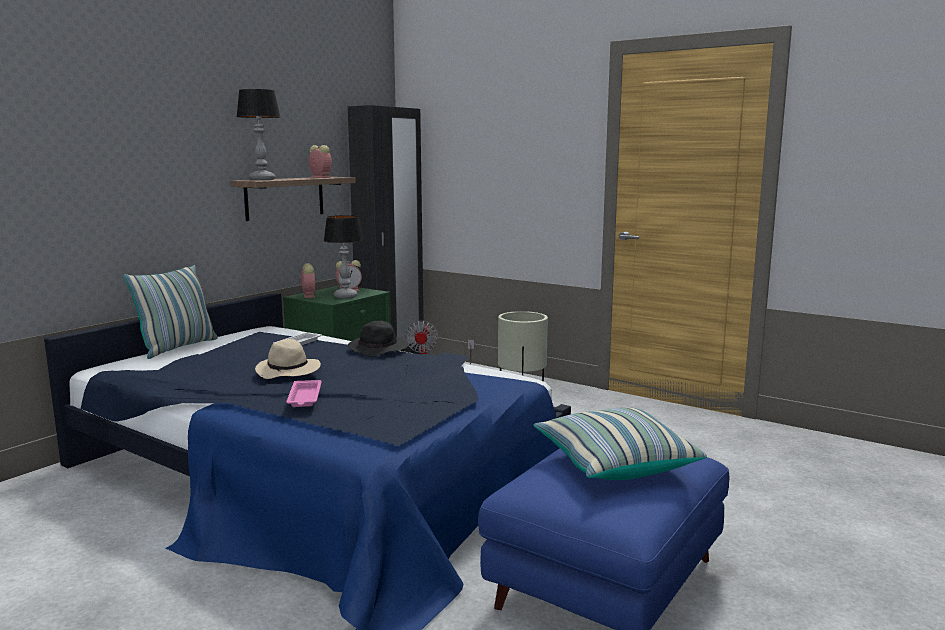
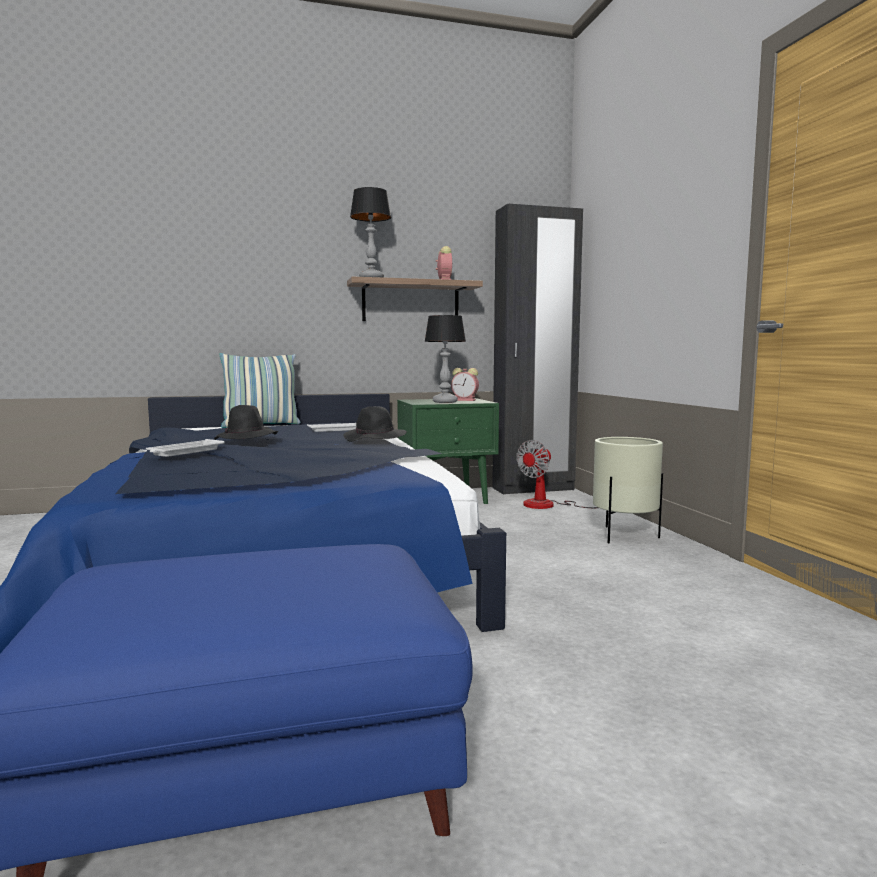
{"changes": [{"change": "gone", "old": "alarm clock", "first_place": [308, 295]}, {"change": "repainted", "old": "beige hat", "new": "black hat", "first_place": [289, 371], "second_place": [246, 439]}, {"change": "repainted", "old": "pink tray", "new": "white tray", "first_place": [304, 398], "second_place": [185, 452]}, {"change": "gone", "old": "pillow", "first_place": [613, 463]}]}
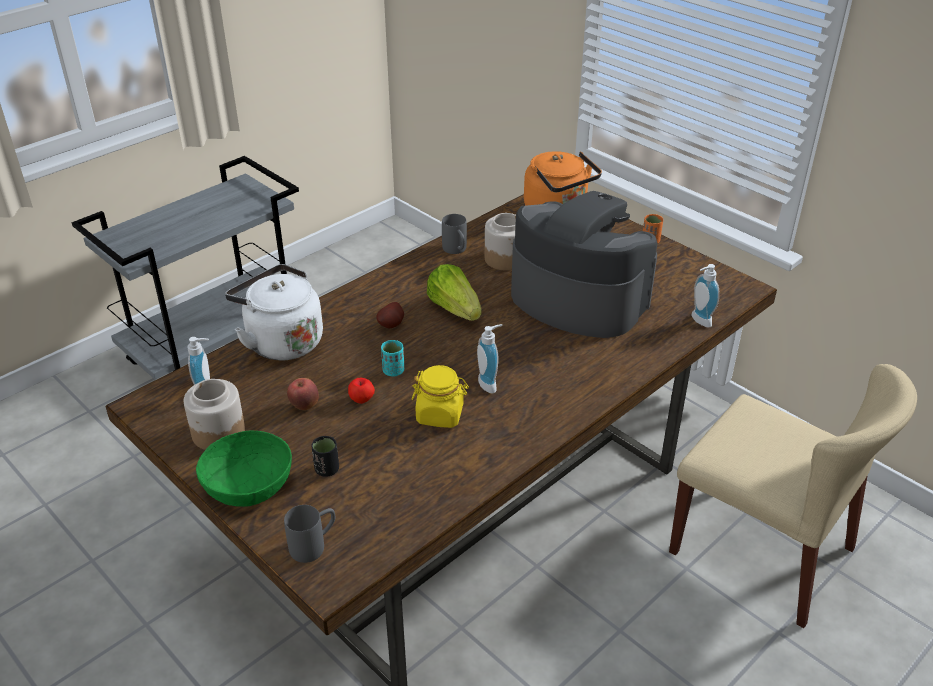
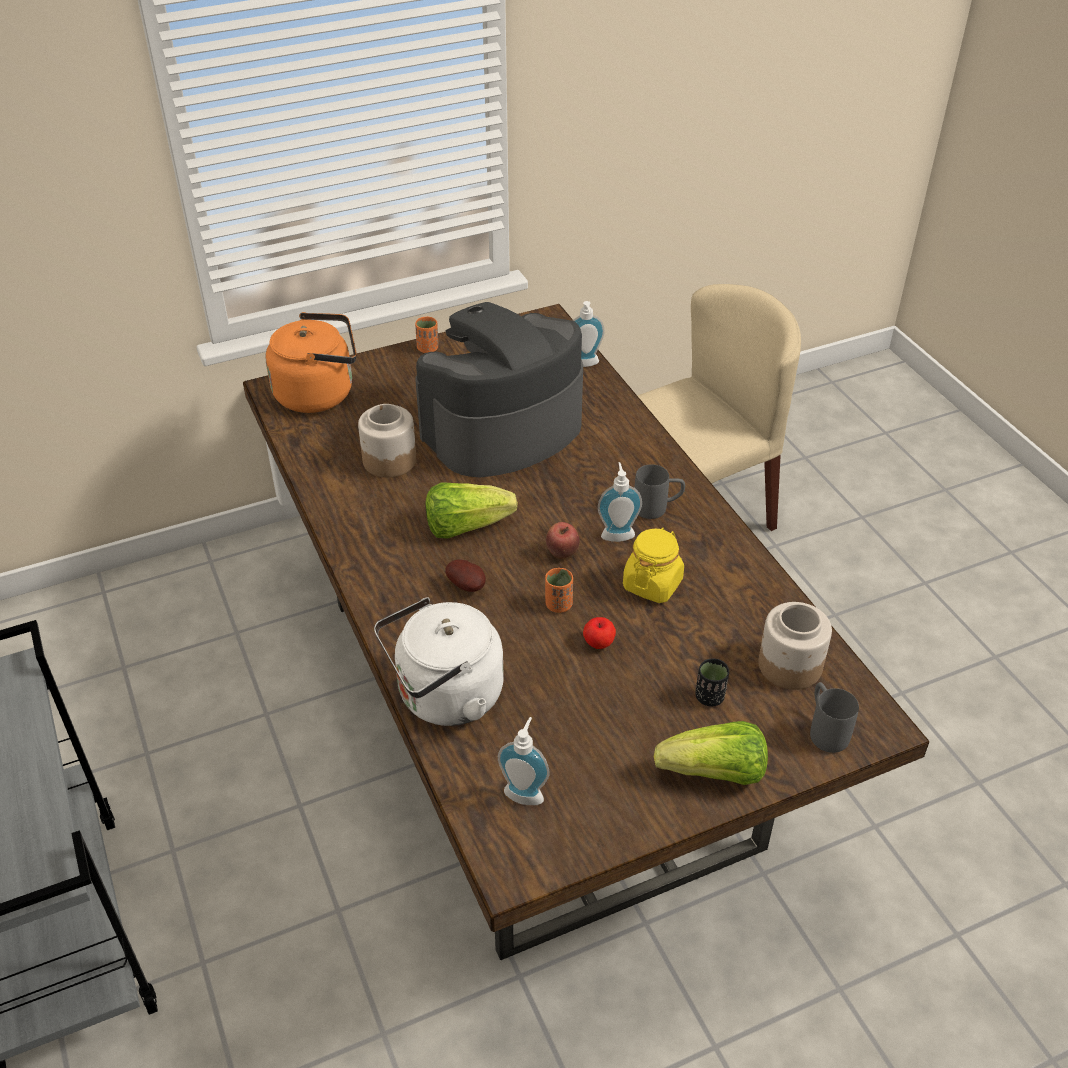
{"changes": [{"change": "shifted", "old": "grey mug", "first_place": [456, 250], "second_place": [657, 508]}, {"change": "repainted", "old": "turquoise cup", "new": "orange cup", "first_place": [393, 371], "second_place": [558, 605]}, {"change": "shifted", "old": "apple", "first_place": [304, 406], "second_place": [562, 553]}, {"change": "shifted", "old": "jar", "first_place": [218, 432], "second_place": [789, 666]}, {"change": "swapped", "old": "green bowl", "new": "lettuce", "first_place": [248, 486], "second_place": [715, 774]}]}
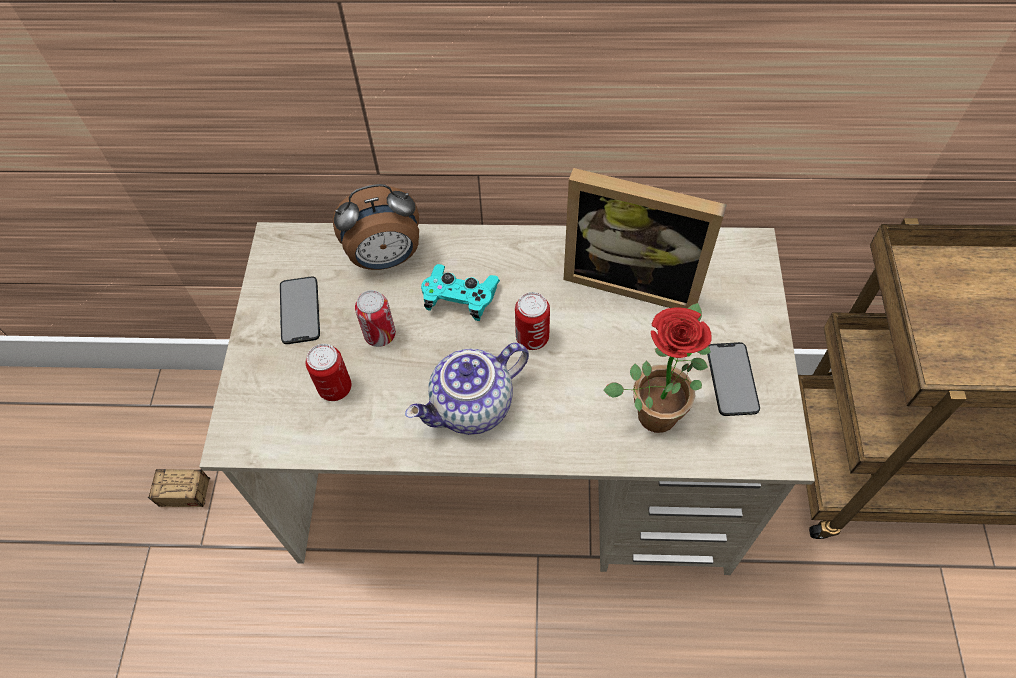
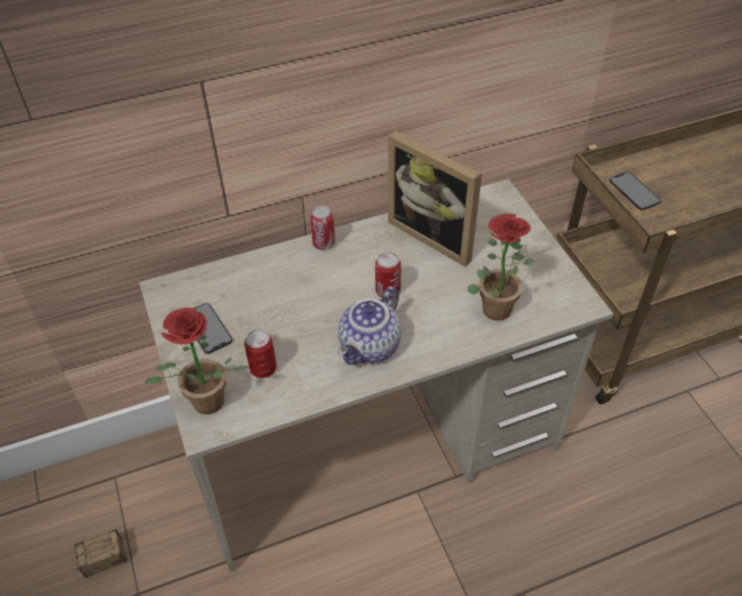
{"changes": [{"change": "rotated", "old": "picture frame", "first_place": [633, 278], "second_place": [435, 235], "degrees": 45}, {"change": "gone", "old": "alarm clock", "first_place": [386, 258]}, {"change": "gone", "old": "turquoise game controller", "first_place": [460, 299]}, {"change": "shifted", "old": "can", "first_place": [380, 335], "second_place": [324, 243]}, {"change": "shifted", "old": "phone", "first_place": [732, 379], "second_place": [634, 191]}, {"change": "new", "new": "potted plant", "second_place": [204, 407]}]}
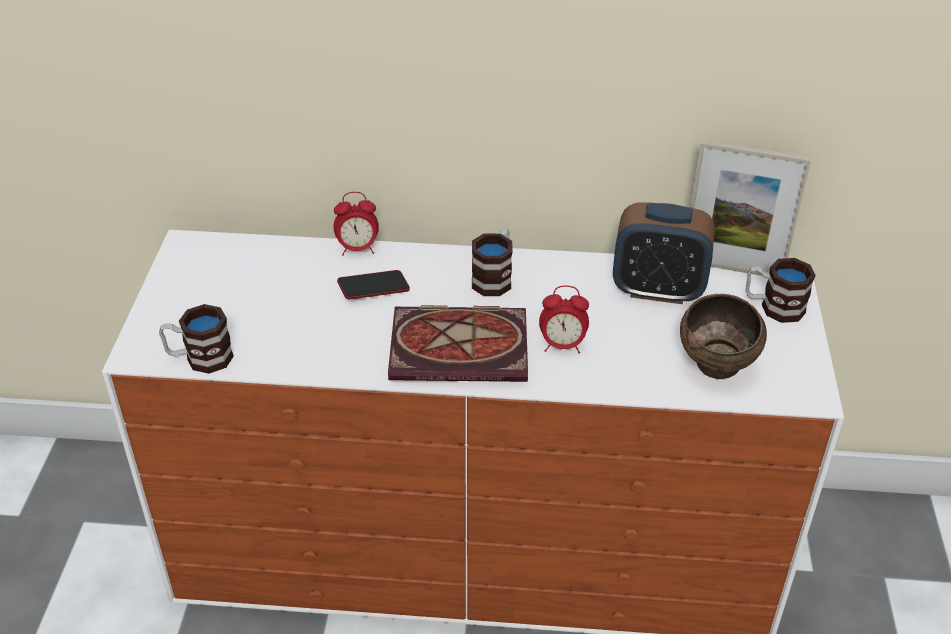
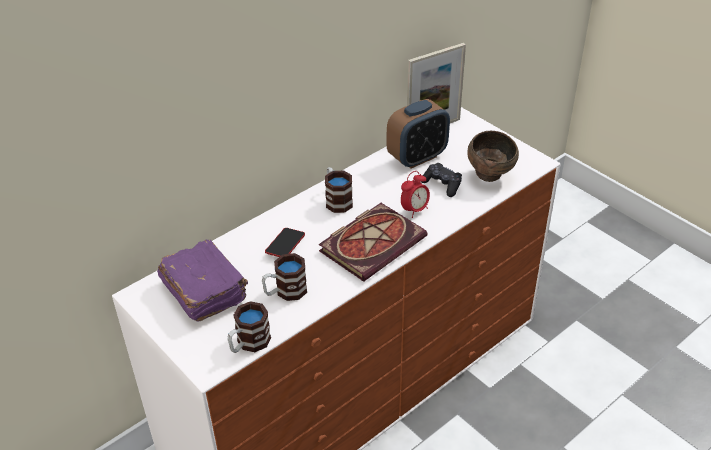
{"changes": [{"change": "gone", "old": "alarm clock", "first_place": [357, 249]}, {"change": "shifted", "old": "mug", "first_place": [773, 307], "second_place": [285, 292]}, {"change": "new", "new": "black game controller", "second_place": [442, 184]}, {"change": "new", "new": "purple book", "second_place": [204, 291]}]}
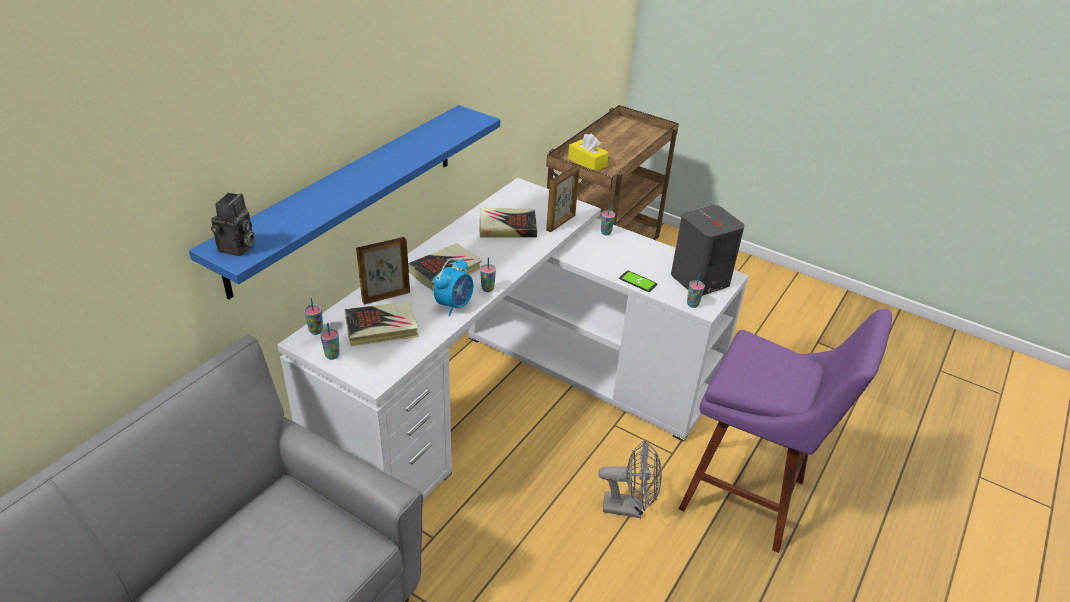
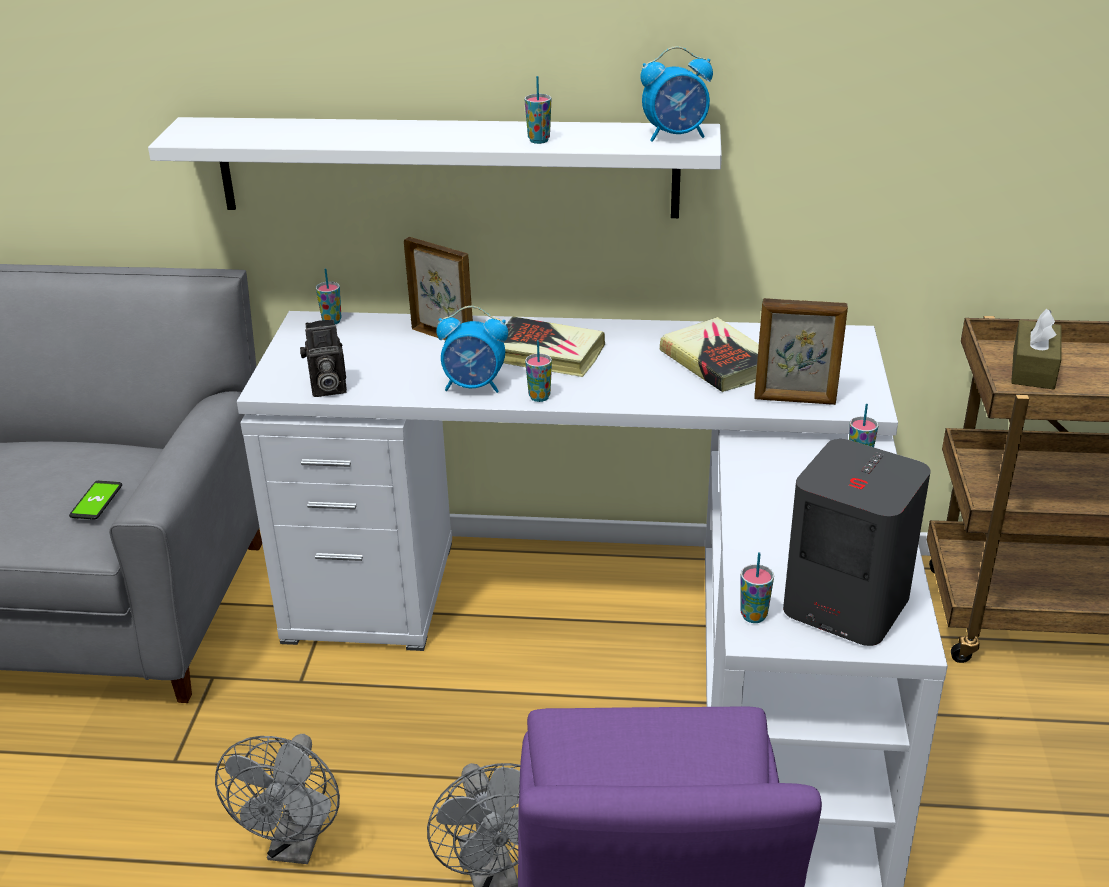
{"changes": [{"change": "repainted", "old": "blue shelf", "new": "white shelf", "first_place": [347, 195], "second_place": [447, 167]}, {"change": "repainted", "old": "yellow tissue box", "new": "brown tissue box", "first_place": [587, 162], "second_place": [1033, 368]}, {"change": "shifted", "old": "photo camera", "first_place": [237, 248], "second_place": [326, 389]}, {"change": "shifted", "old": "phone", "first_place": [638, 282], "second_place": [96, 501]}, {"change": "gone", "old": "book", "first_place": [382, 328]}, {"change": "shifted", "old": "cup", "first_place": [332, 355], "second_place": [539, 140]}, {"change": "new", "new": "alarm clock", "second_place": [676, 136]}, {"change": "new", "new": "grey fan", "second_place": [296, 845]}]}
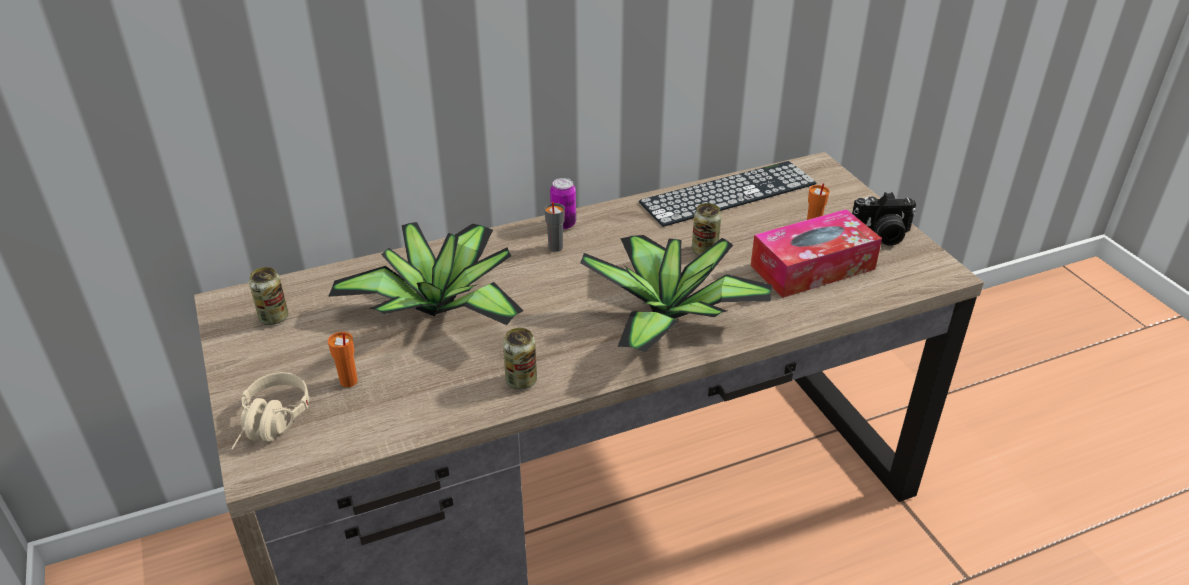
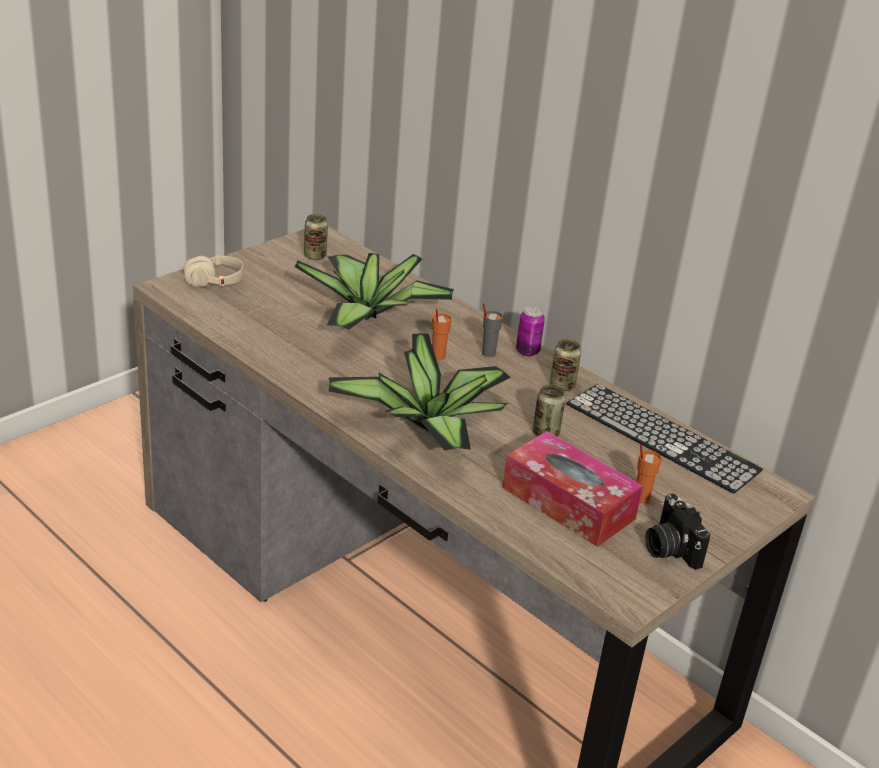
{"changes": [{"change": "shifted", "old": "can", "first_place": [521, 381], "second_place": [562, 386]}, {"change": "shifted", "old": "orange cup", "first_place": [348, 382], "second_place": [437, 356]}]}
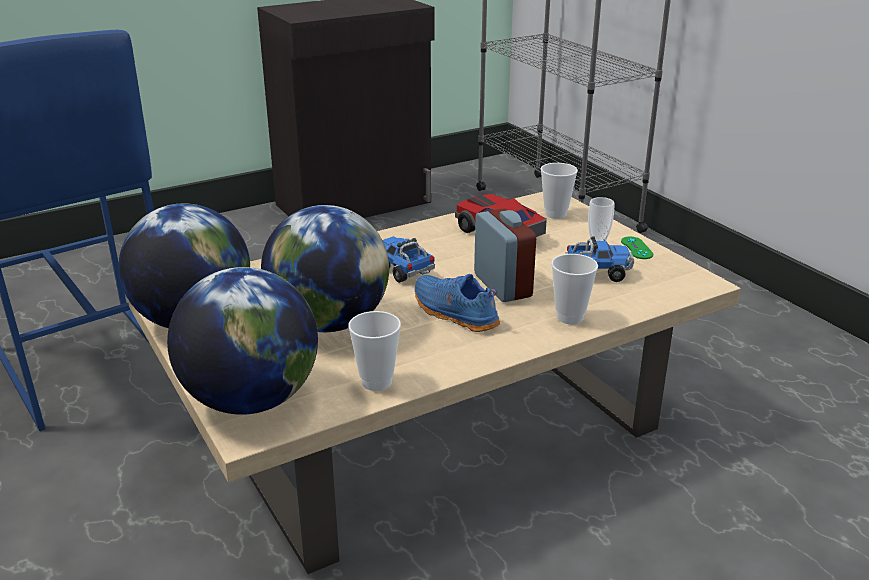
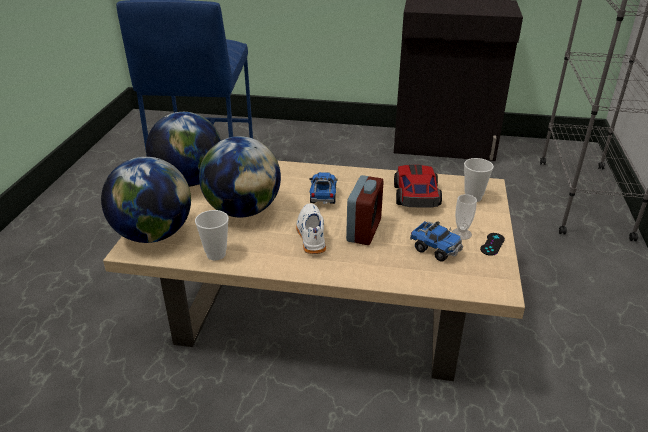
{"changes": [{"change": "repainted", "old": "green game controller", "new": "black game controller", "first_place": [636, 248], "second_place": [492, 244]}, {"change": "gone", "old": "cup", "first_place": [570, 317]}, {"change": "repainted", "old": "blue shoe", "new": "white shoe", "first_place": [454, 314], "second_place": [310, 235]}]}
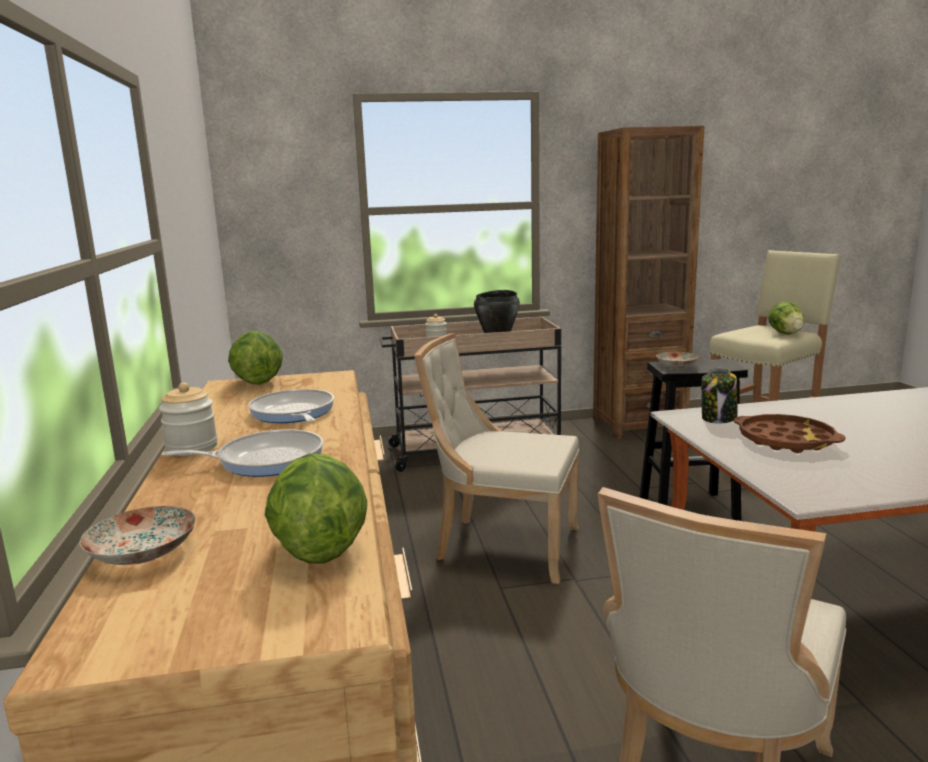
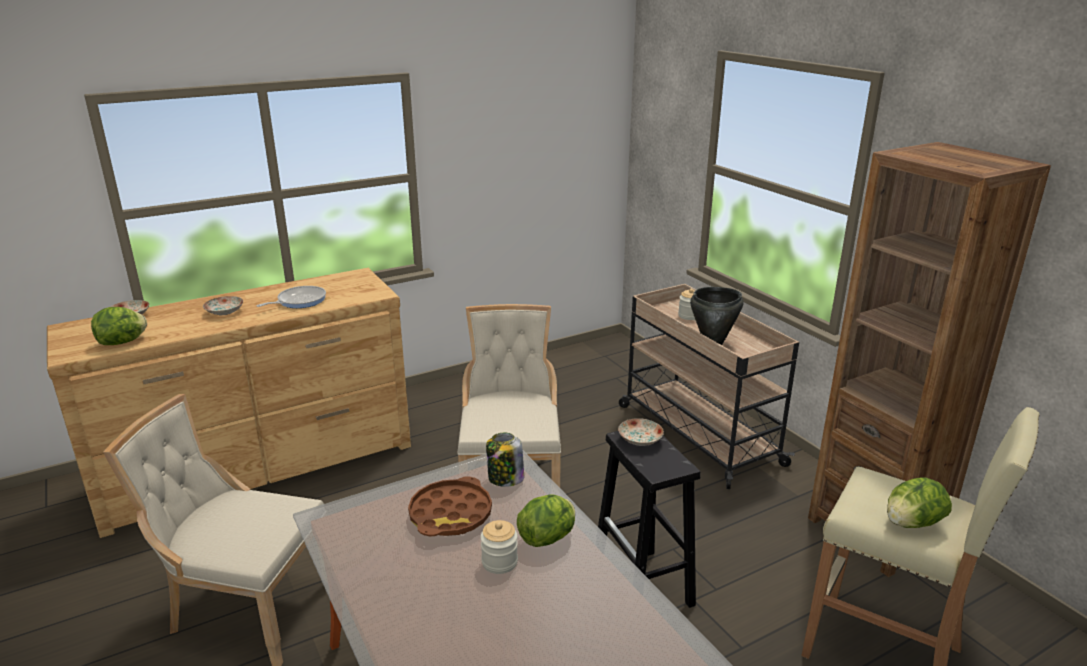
{"changes": [{"change": "shifted", "old": "lettuce", "first_place": [257, 382], "second_place": [548, 538]}, {"change": "shifted", "old": "jar", "first_place": [192, 447], "second_place": [499, 562]}, {"change": "swapped", "old": "frying pan", "new": "plate", "first_place": [265, 460], "second_place": [224, 311]}]}
